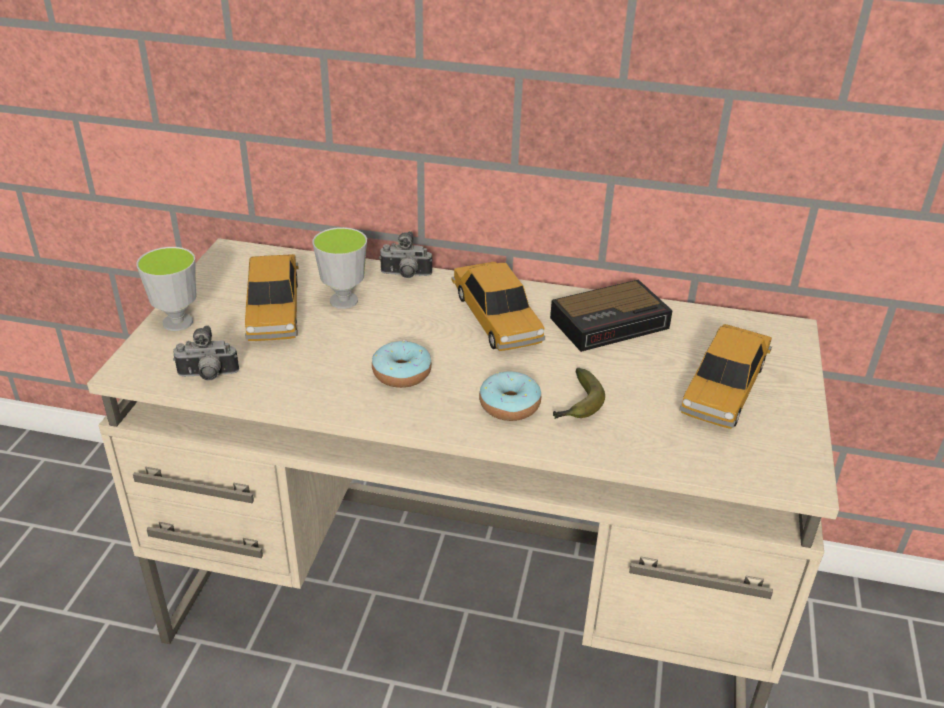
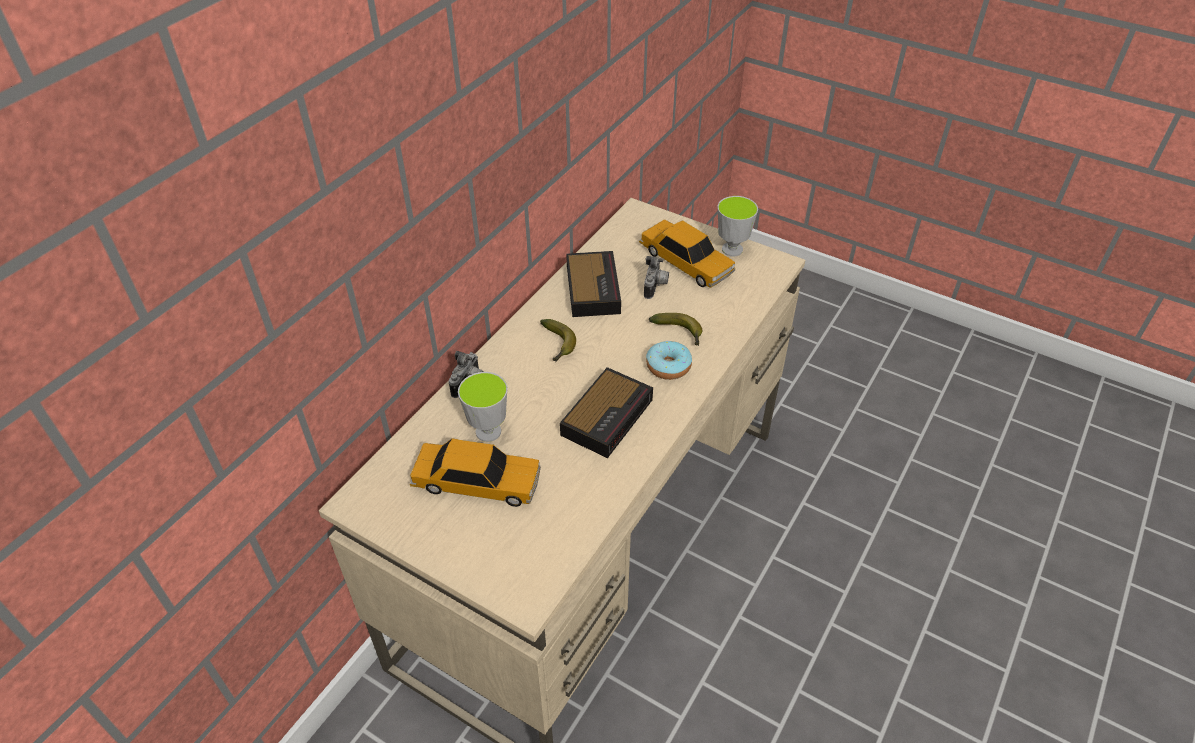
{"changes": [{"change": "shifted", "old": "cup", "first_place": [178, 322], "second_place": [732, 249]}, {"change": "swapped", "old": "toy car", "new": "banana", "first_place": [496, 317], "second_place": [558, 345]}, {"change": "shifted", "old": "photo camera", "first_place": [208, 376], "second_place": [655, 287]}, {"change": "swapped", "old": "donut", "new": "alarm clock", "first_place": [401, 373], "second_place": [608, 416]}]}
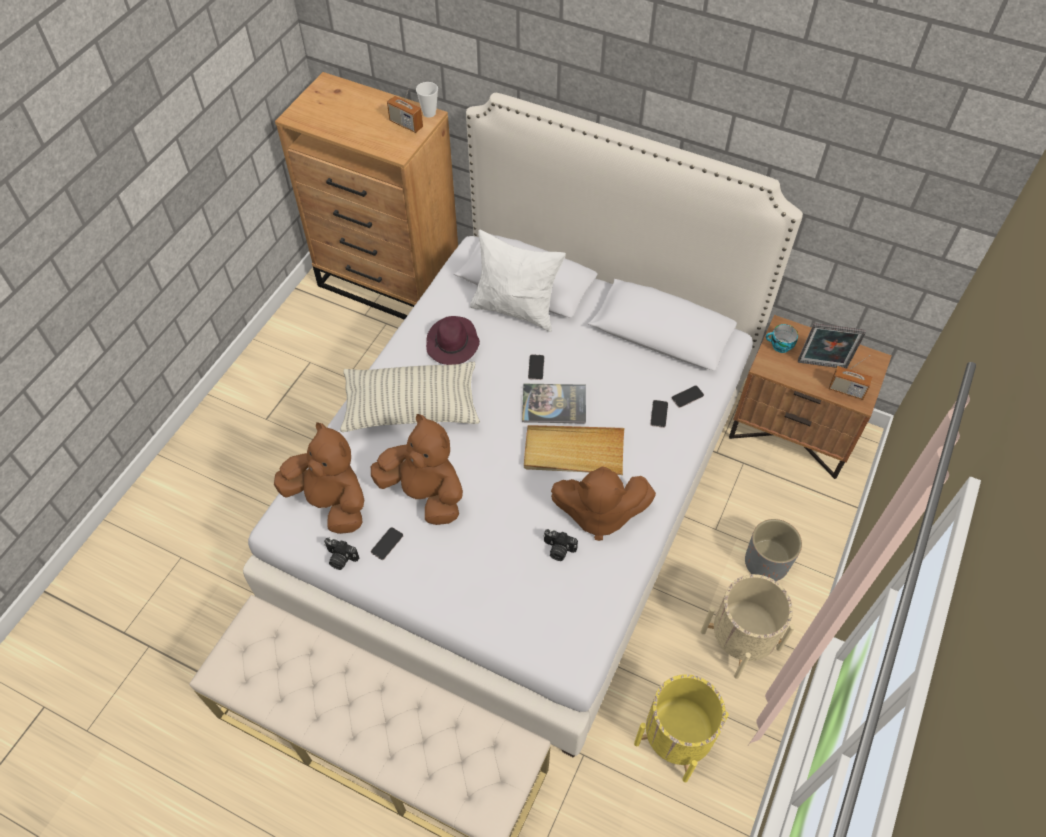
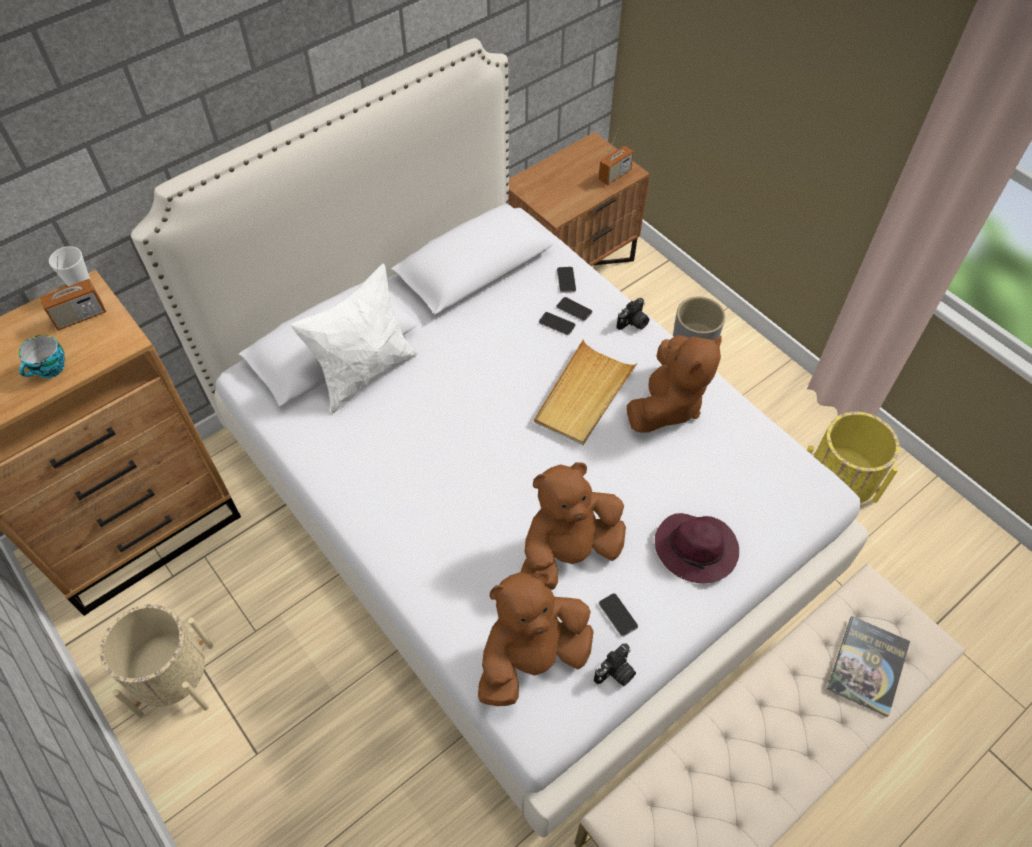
{"changes": [{"change": "shifted", "old": "purple hat", "first_place": [453, 344], "second_place": [697, 549]}, {"change": "gone", "old": "picture frame", "first_place": [822, 366]}, {"change": "shifted", "old": "cup", "first_place": [779, 346], "second_place": [50, 369]}, {"change": "shifted", "old": "phone", "first_place": [536, 367], "second_place": [557, 324]}, {"change": "gone", "old": "pillow", "first_place": [412, 407]}, {"change": "shifted", "old": "book", "first_place": [554, 404], "second_place": [868, 666]}, {"change": "shifted", "old": "photo camera", "first_place": [558, 550], "second_place": [633, 323]}, {"change": "shifted", "old": "beige planter", "first_place": [740, 640], "second_place": [176, 679]}]}
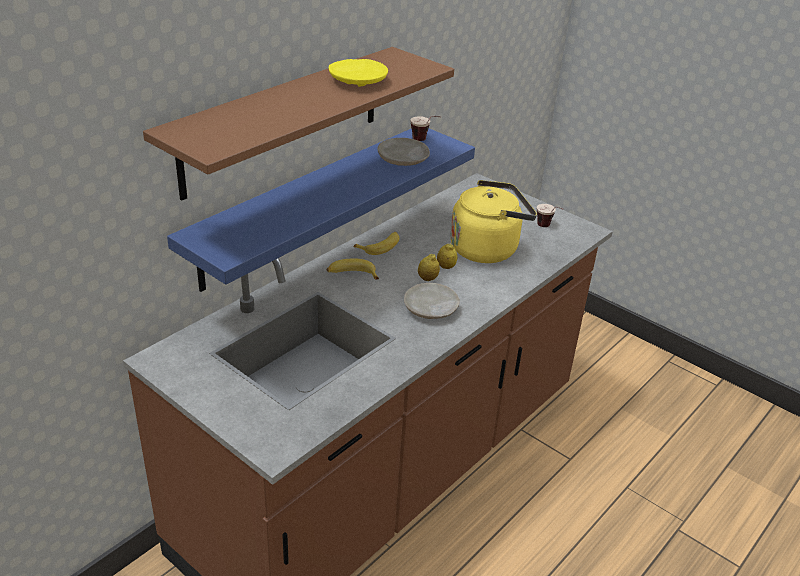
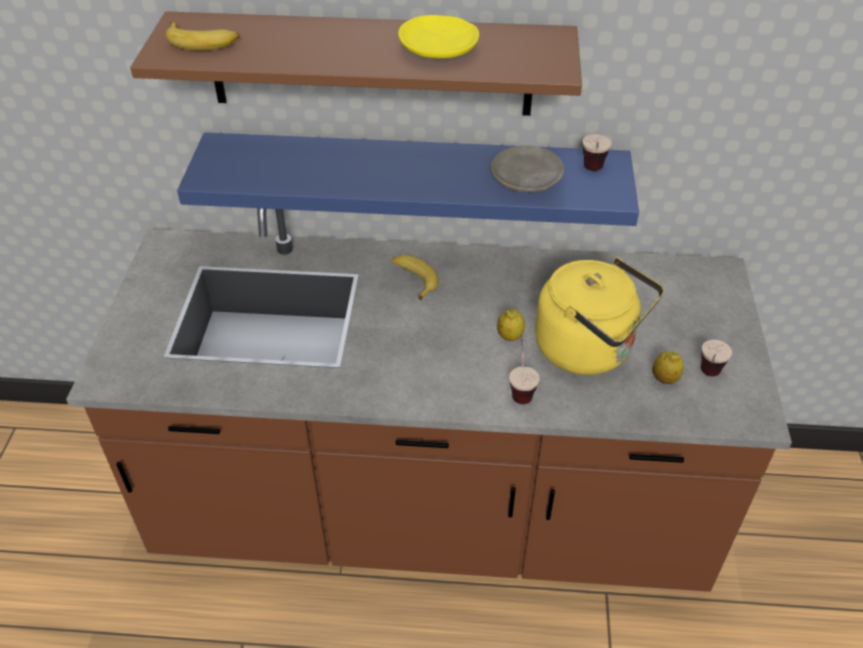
{"changes": [{"change": "shifted", "old": "banana", "first_place": [380, 246], "second_place": [203, 42]}, {"change": "shifted", "old": "lemon", "first_place": [427, 279], "second_place": [664, 379]}, {"change": "gone", "old": "beige plate", "first_place": [430, 309]}, {"change": "new", "new": "cup", "second_place": [520, 387]}]}
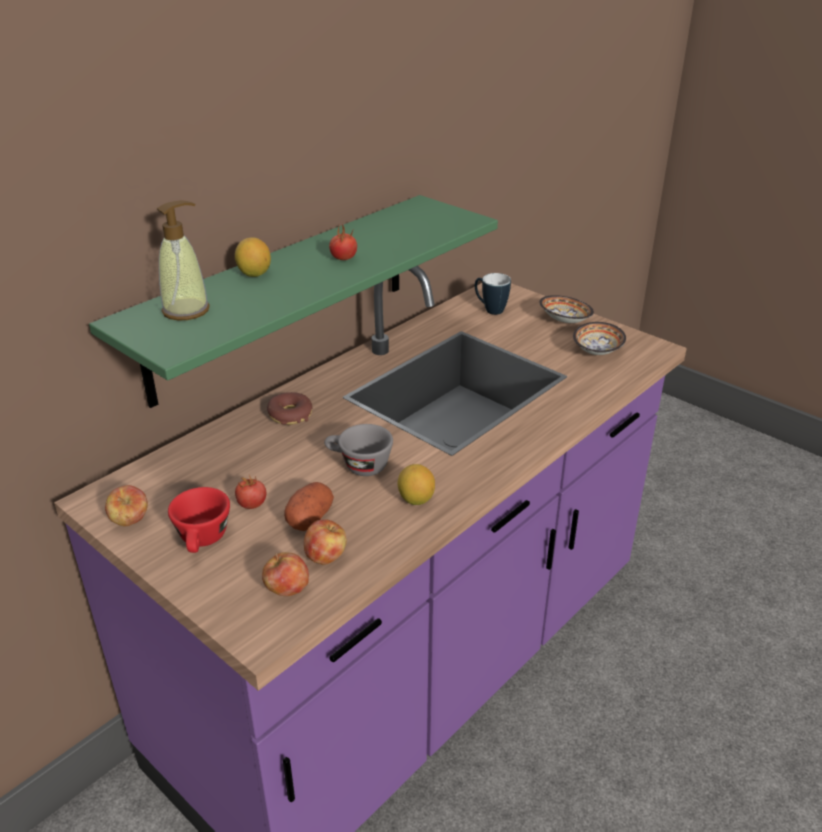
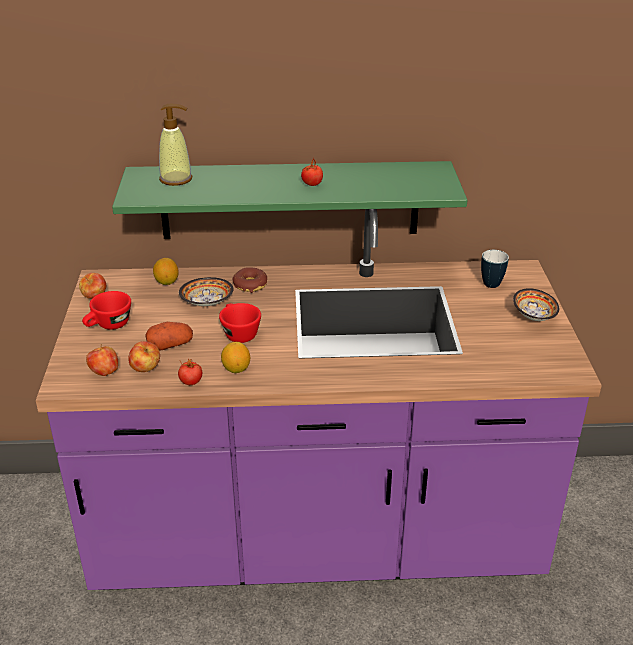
{"changes": [{"change": "shifted", "old": "lemon", "first_place": [254, 274], "second_place": [166, 282]}, {"change": "shifted", "old": "bowl", "first_place": [597, 351], "second_place": [207, 303]}, {"change": "repainted", "old": "grey cup", "new": "red cup", "first_place": [358, 466], "second_place": [238, 333]}, {"change": "shifted", "old": "tomato", "first_place": [252, 504], "second_place": [191, 382]}]}
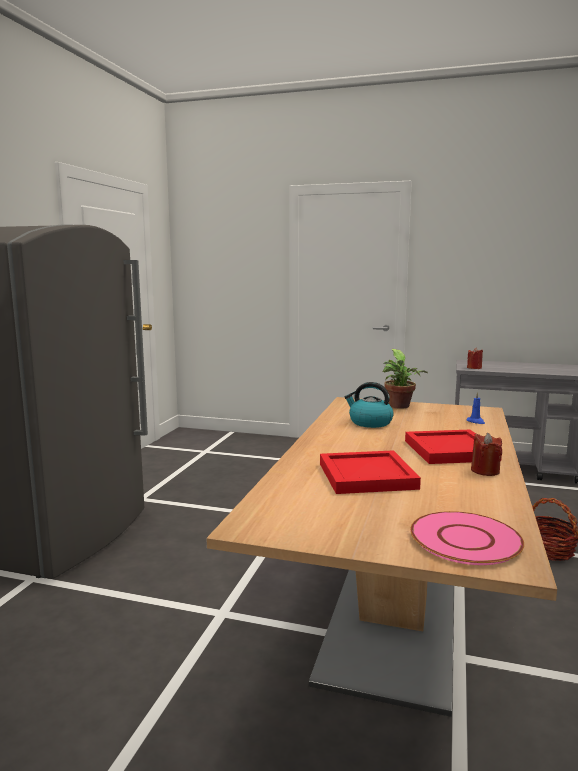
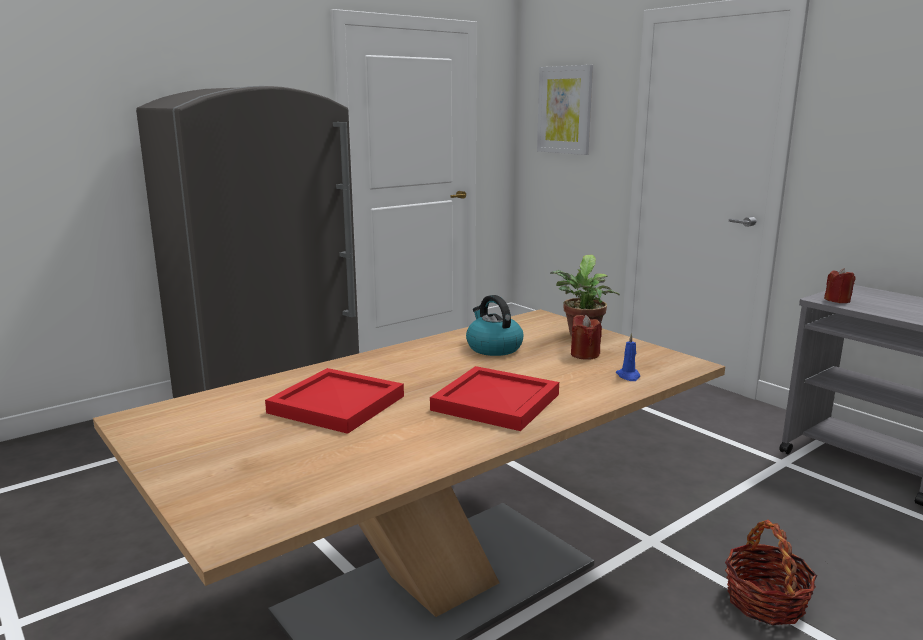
{"changes": [{"change": "shifted", "old": "red candle", "first_place": [485, 471], "second_place": [584, 354]}, {"change": "gone", "old": "pink plate", "first_place": [465, 539]}, {"change": "new", "new": "picture", "second_place": [565, 110]}]}
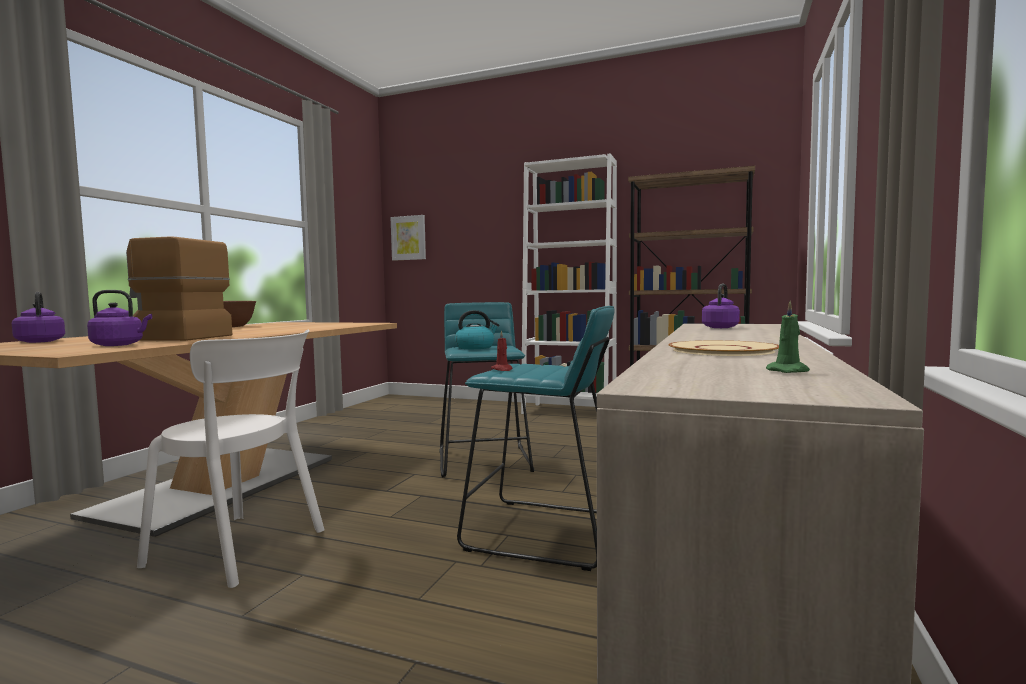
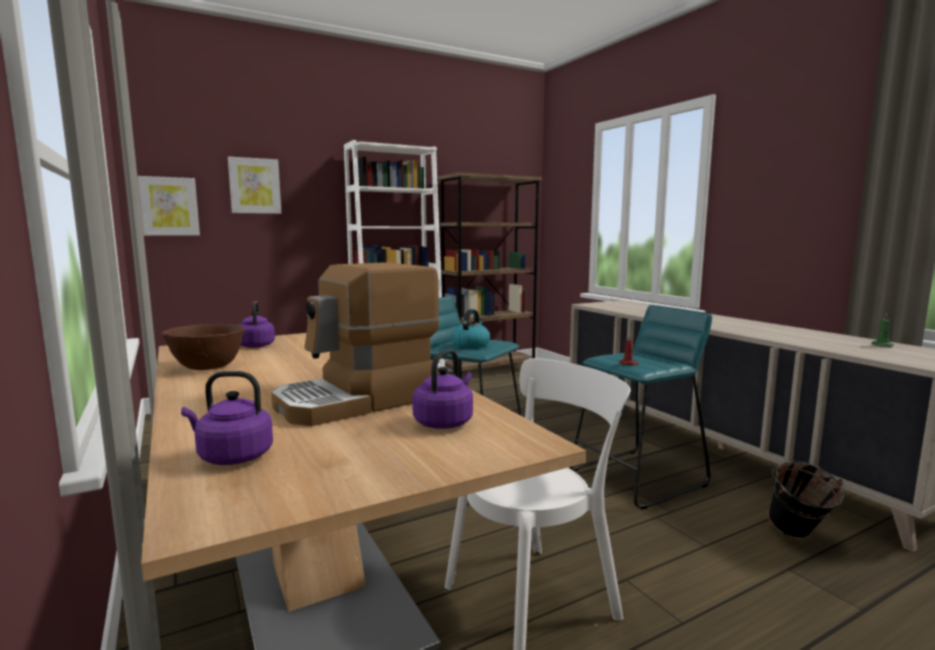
{"changes": [{"change": "shifted", "old": "purple kettle", "first_place": [721, 327], "second_place": [256, 345]}, {"change": "gone", "old": "beige plate", "first_place": [722, 350]}, {"change": "new", "new": "picture", "second_place": [254, 186]}, {"change": "new", "new": "black bucket", "second_place": [797, 537]}]}
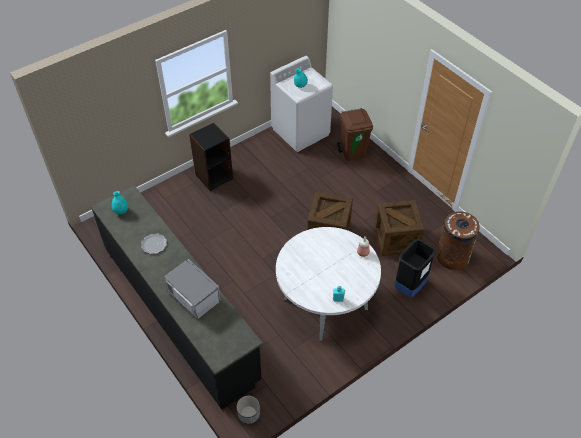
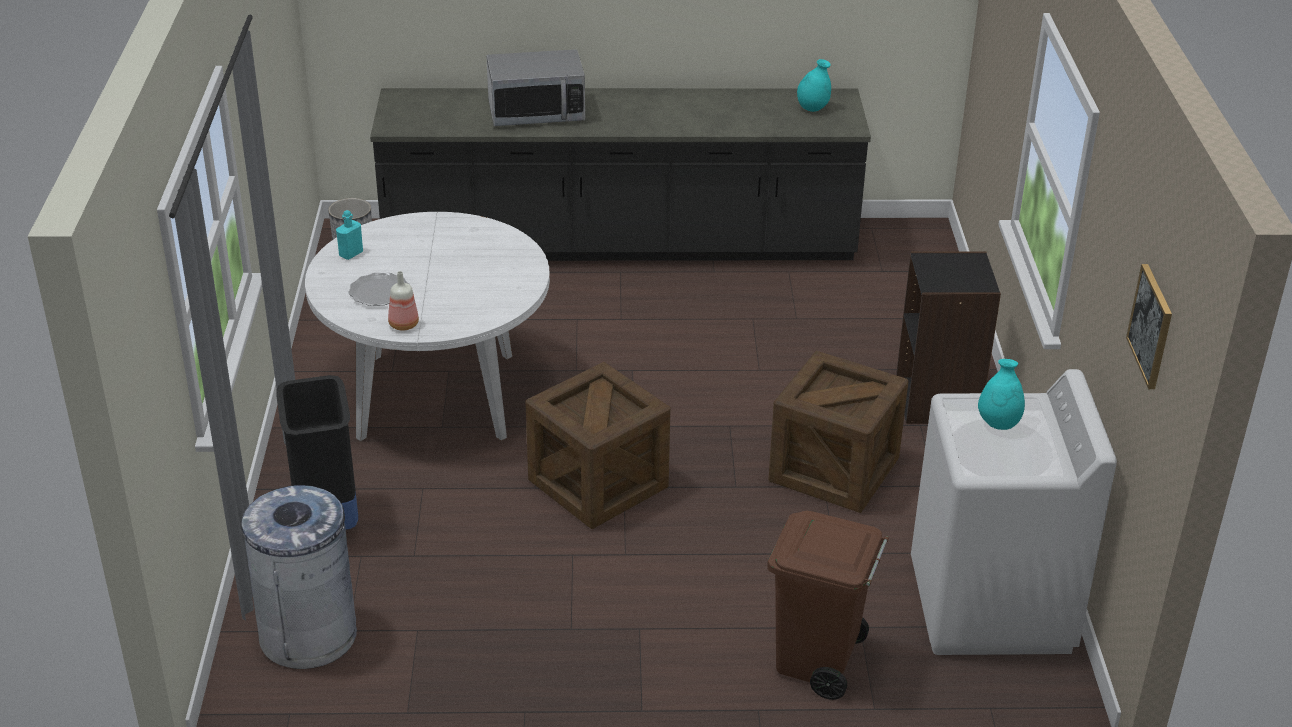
{"changes": [{"change": "shifted", "old": "crate", "first_place": [396, 239], "second_place": [834, 470]}, {"change": "repainted", "old": "brown trash can", "new": "grey trash can", "first_place": [452, 257], "second_place": [309, 635]}, {"change": "shifted", "old": "plate", "first_place": [154, 244], "second_place": [379, 292]}, {"change": "new", "new": "picture", "second_place": [1151, 326]}]}
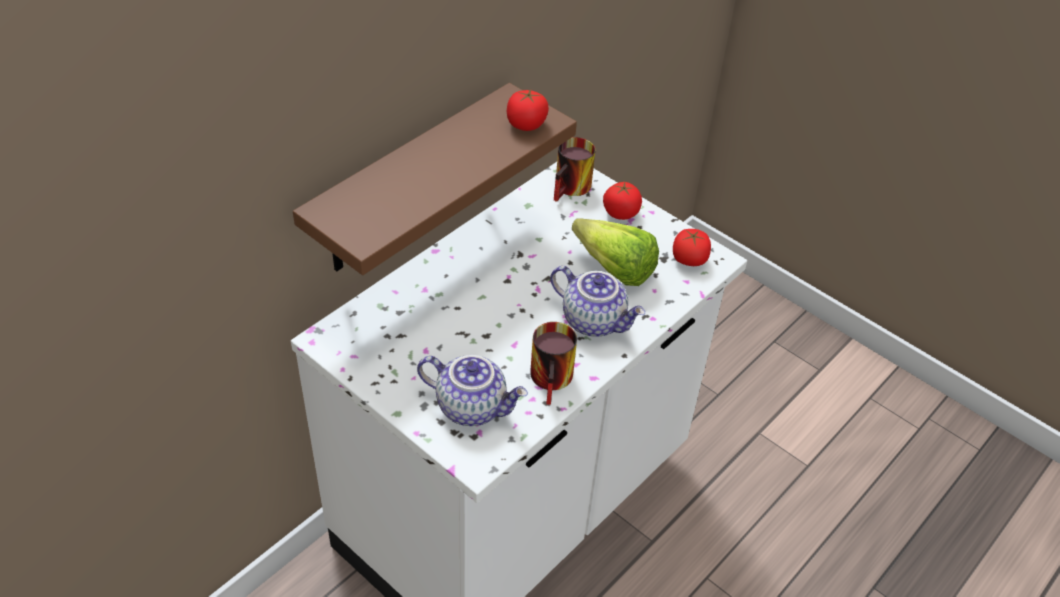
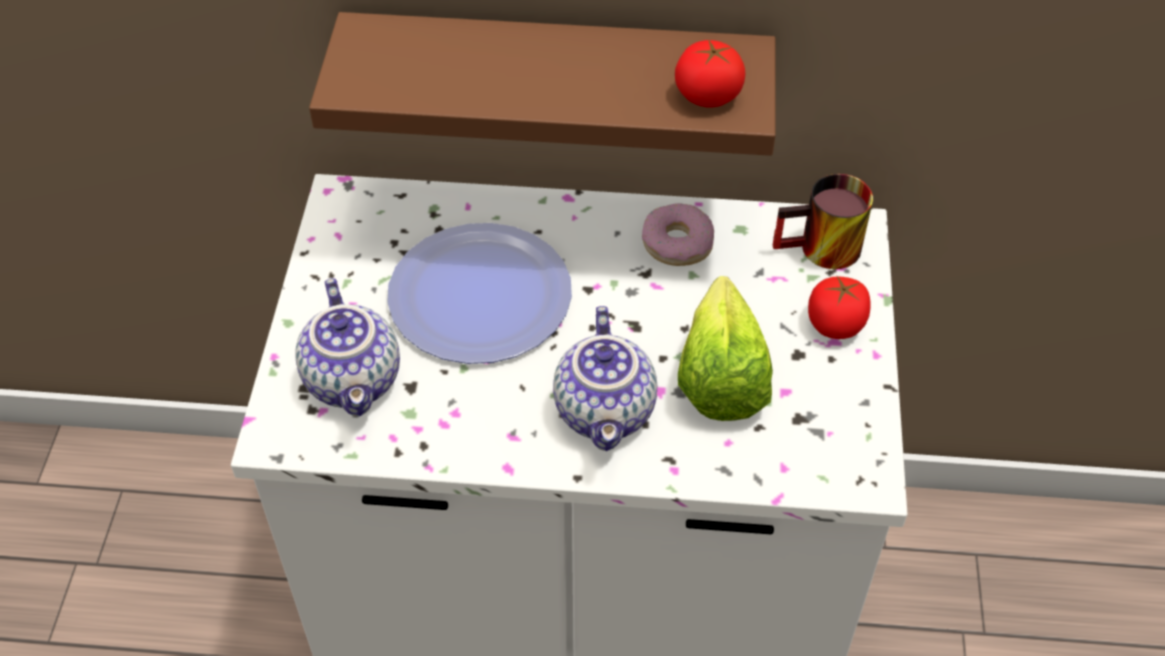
{"changes": [{"change": "gone", "old": "tomato", "first_place": [689, 259]}, {"change": "gone", "old": "mug", "first_place": [555, 380]}, {"change": "new", "new": "donut", "second_place": [678, 243]}, {"change": "new", "new": "plate", "second_place": [479, 295]}]}
